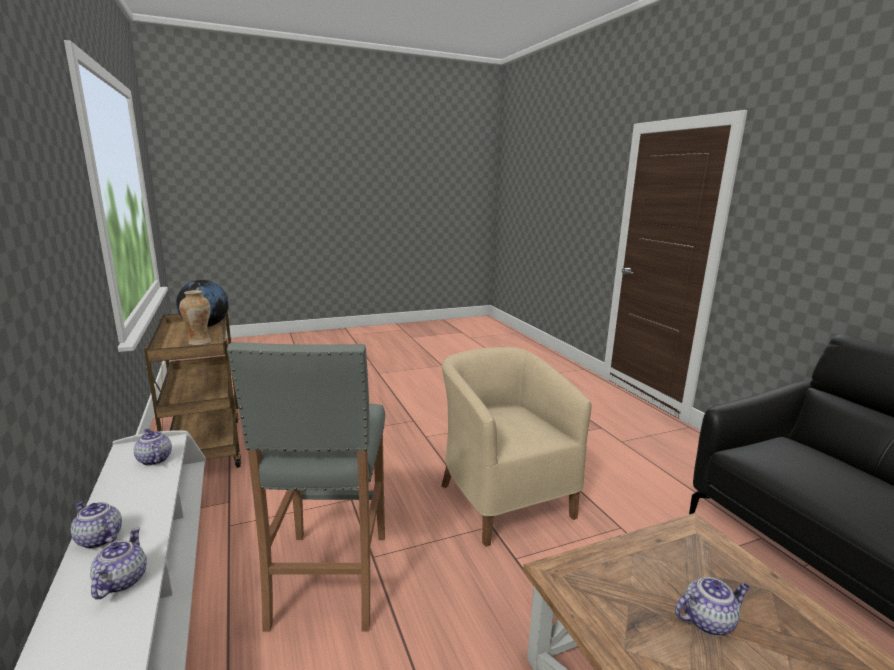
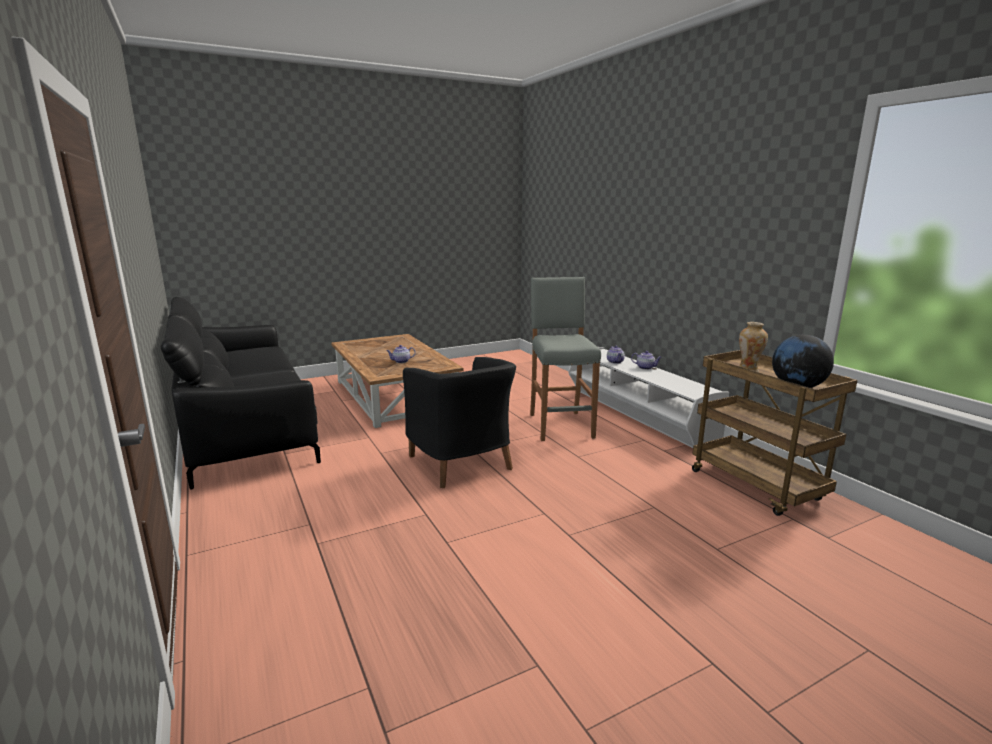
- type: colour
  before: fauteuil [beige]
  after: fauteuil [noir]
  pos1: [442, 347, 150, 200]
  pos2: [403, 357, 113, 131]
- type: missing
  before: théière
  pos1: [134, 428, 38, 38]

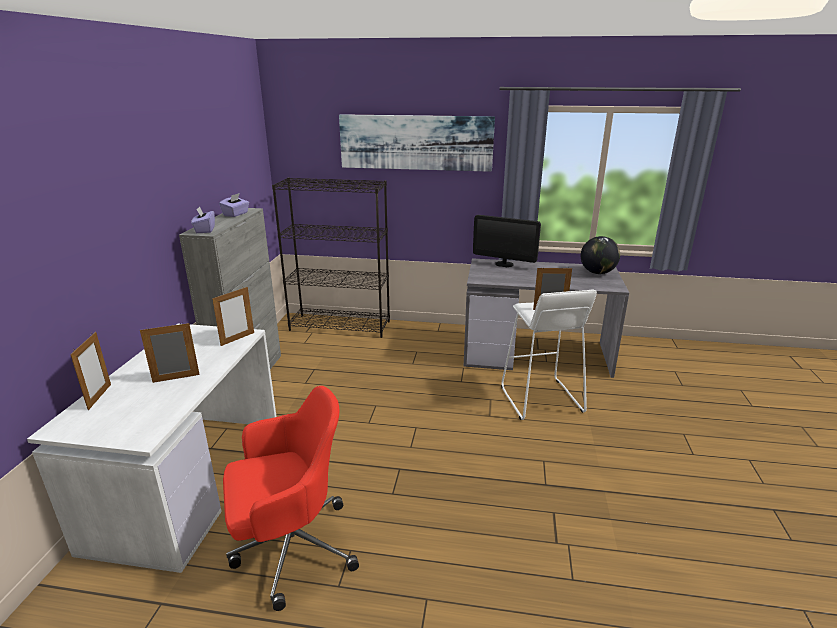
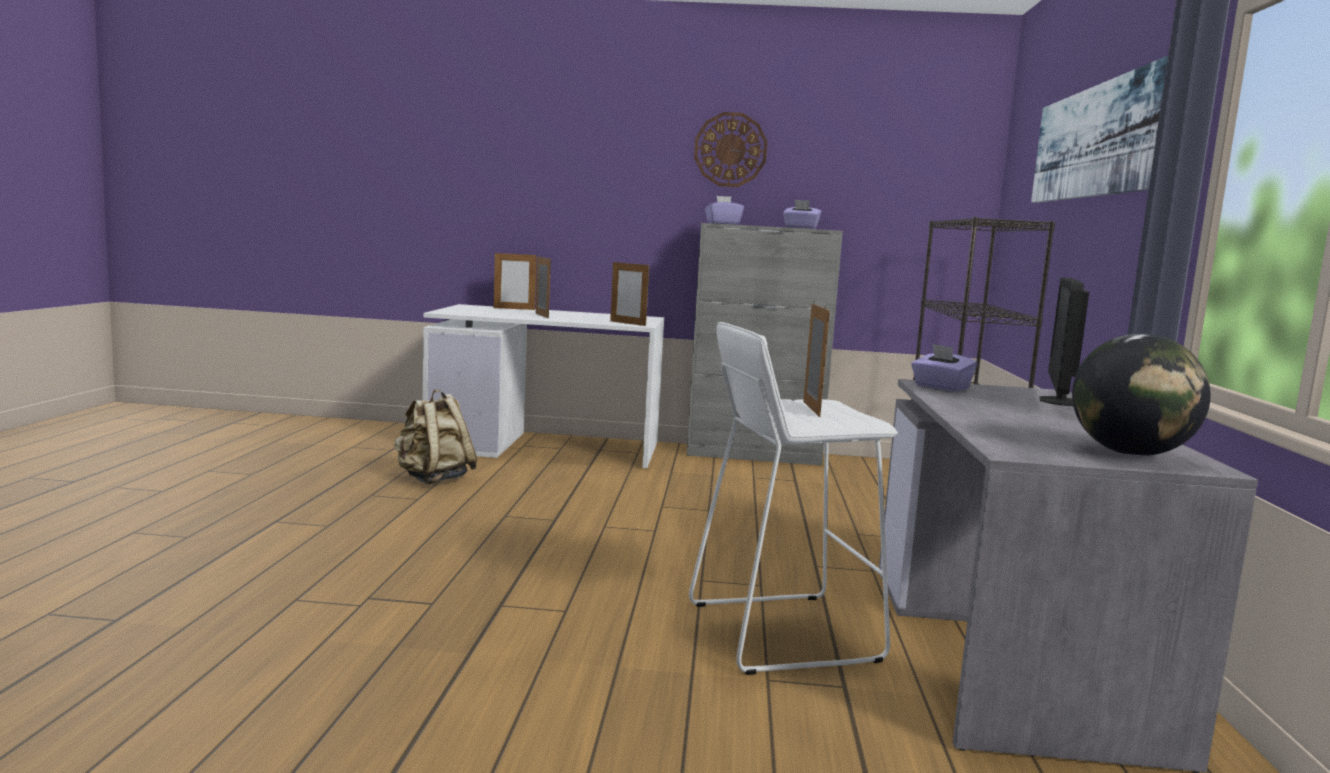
- type: exchanged
  before: chaise de bureau [rouge]
  after: sac à dos [beige]
  pos1: [223, 386, 136, 225]
  pos2: [394, 389, 83, 95]
- type: appeared
  after: horloge murale
  pos2: [694, 112, 74, 75]
- type: appeared
  after: boîte à mouchoirs [violet]
  pos2: [911, 344, 66, 47]

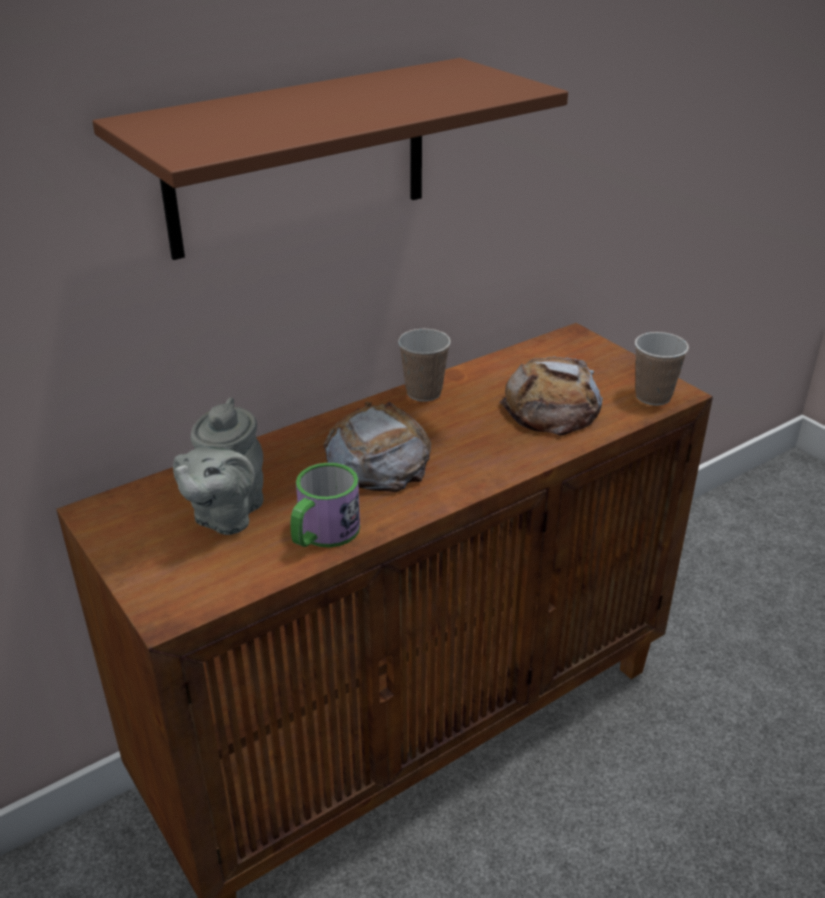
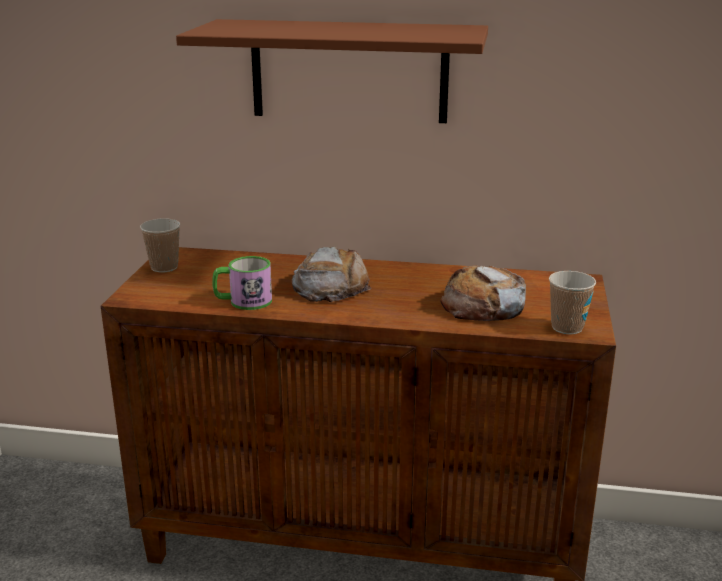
- type: relocated
  before: tasse
  pos1: [398, 329, 53, 73]
  pos2: [140, 218, 41, 54]
- type: missing
  before: théière [gris]
  pos1: [173, 398, 90, 137]

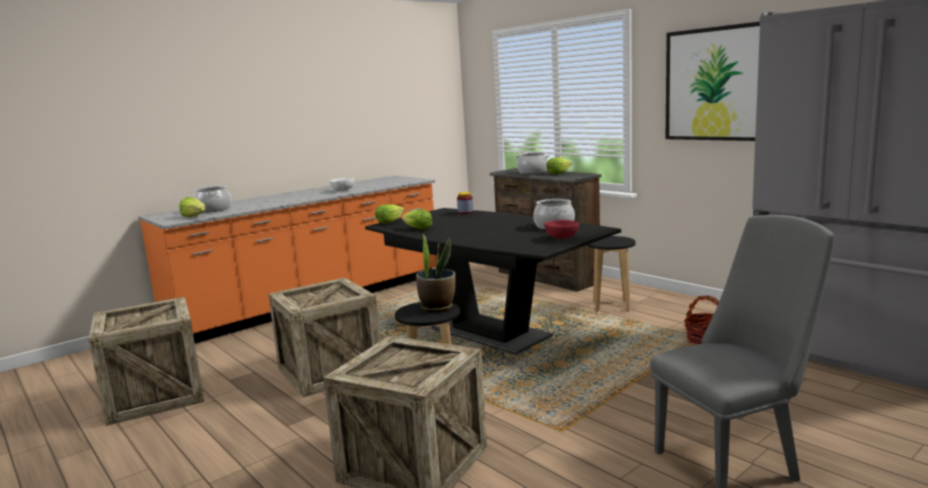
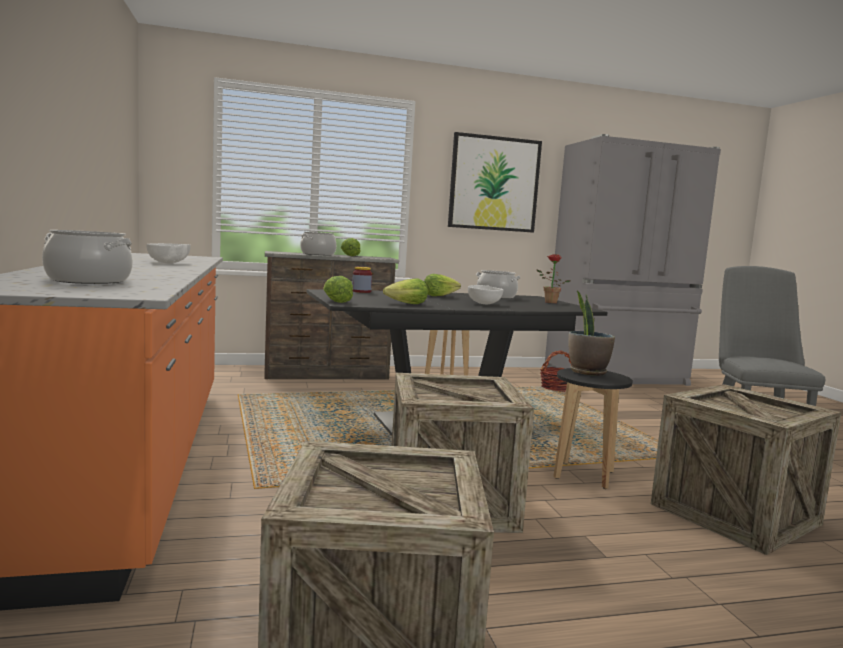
- type: relocated
  before: laitue
  pos1: [179, 197, 26, 20]
  pos2: [424, 274, 37, 22]
- type: exchanged
  before: bol [rouge]
  after: plante en pot
  pos1: [544, 220, 35, 19]
  pos2: [537, 254, 34, 49]
- type: appeared
  after: bol [blanc]
  pos2: [468, 285, 35, 19]

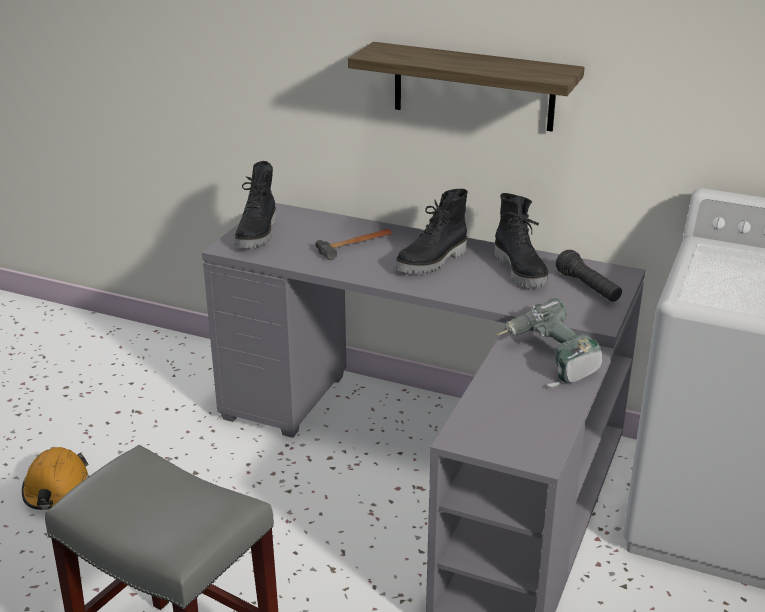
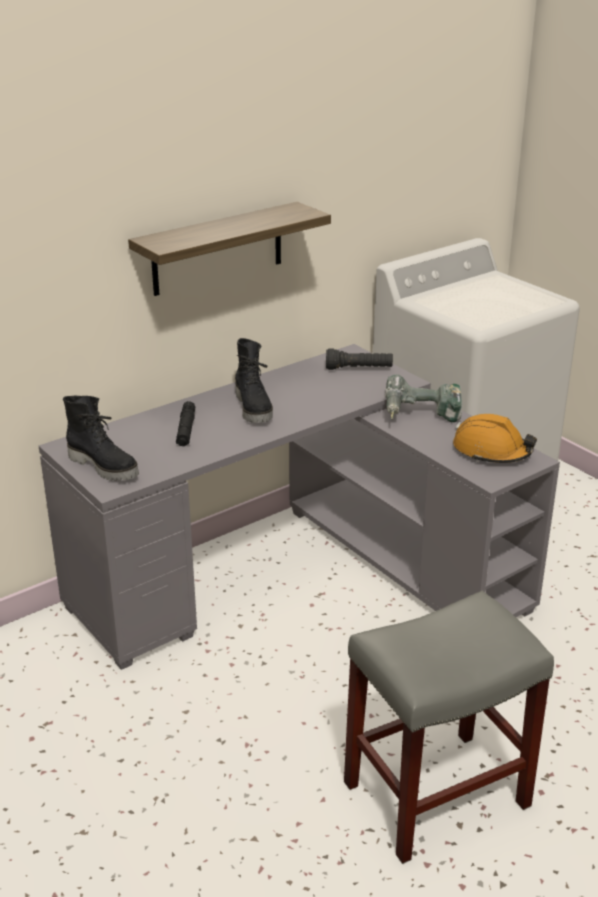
- type: missing
  before: botte [noir]
  pos1: [494, 193, 54, 94]
- type: exchanged
  before: marteau
  after: lampe de poche [noir]
  pos1: [316, 229, 77, 31]
  pos2: [176, 401, 19, 45]
- type: relocated
  before: casque de chantier [orange]
  pos1: [22, 447, 67, 63]
  pos2: [453, 414, 84, 49]

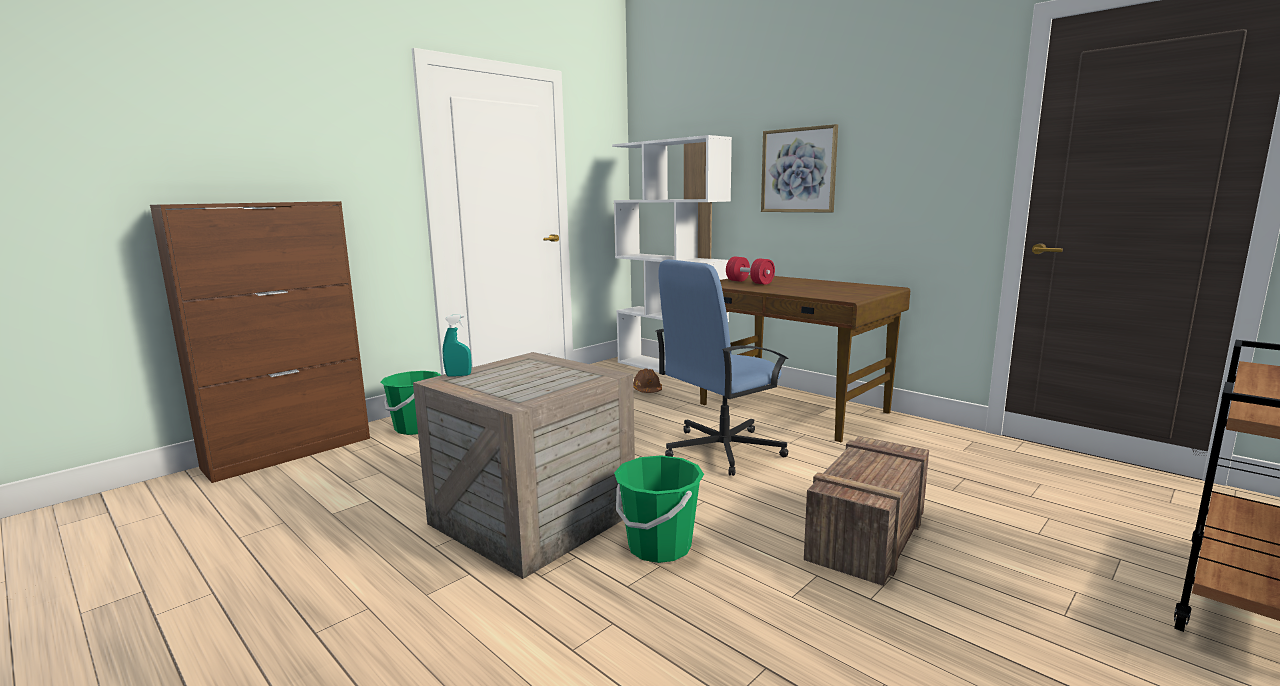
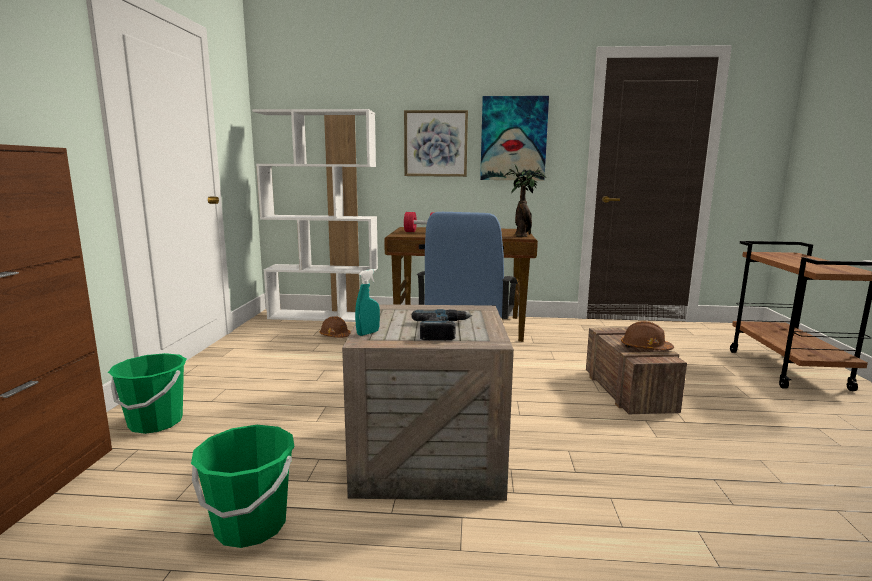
- type: relocated
  before: seau [vert]
  pos1: [614, 455, 90, 108]
  pos2: [191, 425, 103, 123]
- type: appeared
  after: tableau
  pos2: [480, 96, 69, 85]
- type: appeared
  after: plante en pot
  pos2: [503, 165, 43, 72]
- type: appeared
  after: perceuse
  pos2: [411, 309, 61, 31]
- type: appeared
  after: casque de chantier [marron]
  pos2: [621, 321, 53, 29]

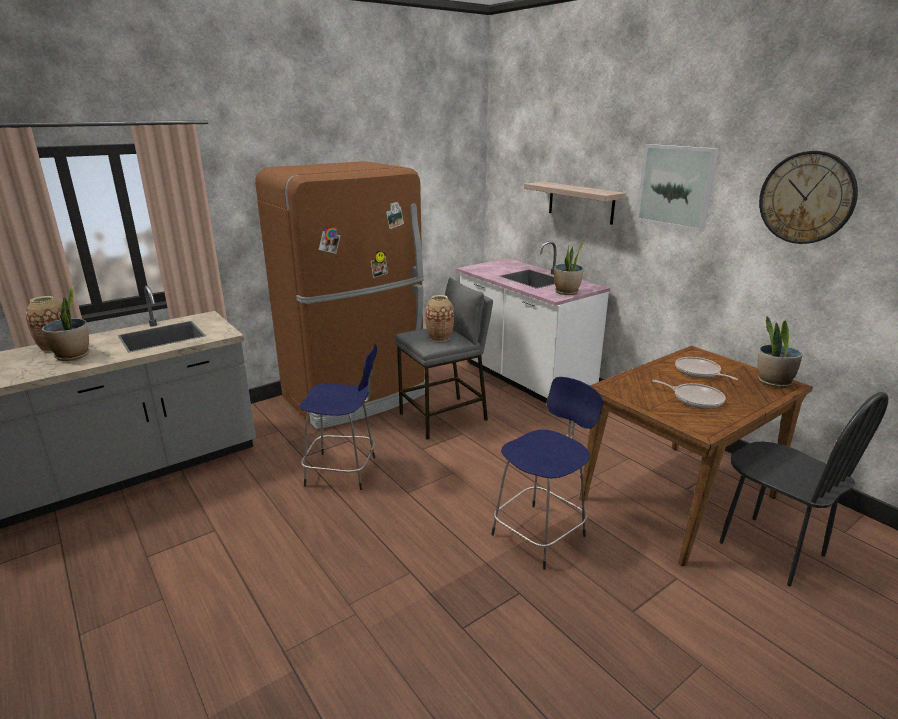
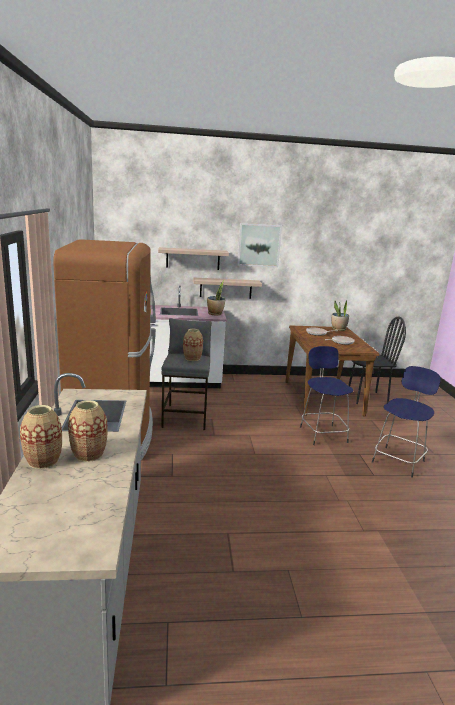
- type: missing
  before: horloge murale
  pos1: [759, 151, 99, 93]
- type: exchanged
  before: plante en pot
  after: vase
  pos1: [42, 285, 47, 76]
  pos2: [68, 400, 40, 62]
- type: relocated
  before: tabouret [bleu]
  pos1: [300, 345, 77, 145]
  pos2: [372, 366, 69, 112]
- type: appeared
  after: étagère
  pos2: [193, 278, 69, 21]

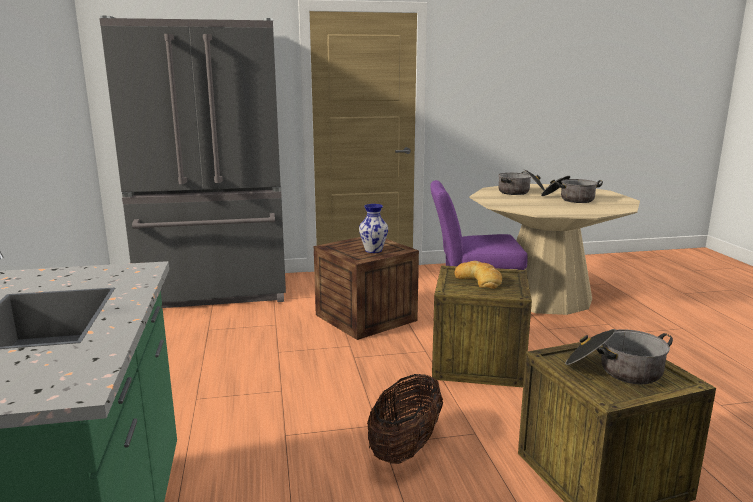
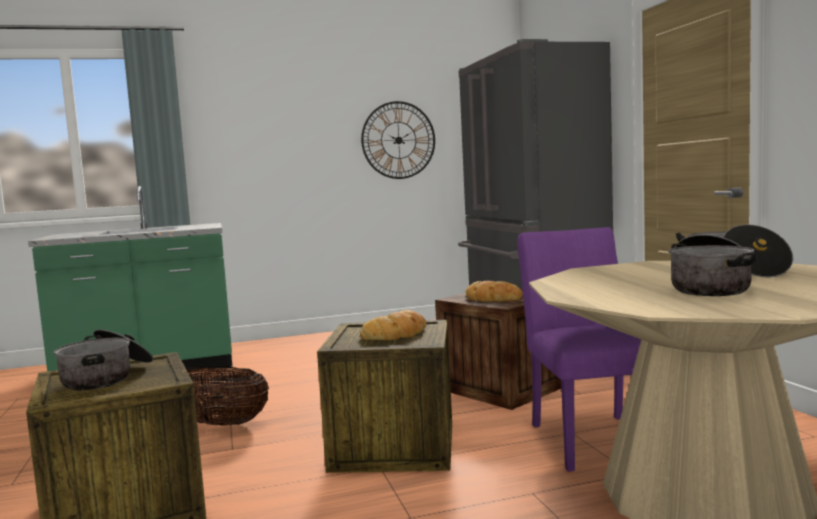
- type: exchanged
  before: vase
  after: pain
  pos1: [359, 204, 29, 49]
  pos2: [466, 281, 57, 21]
- type: appeared
  after: horloge murale
  pos2: [361, 101, 74, 78]

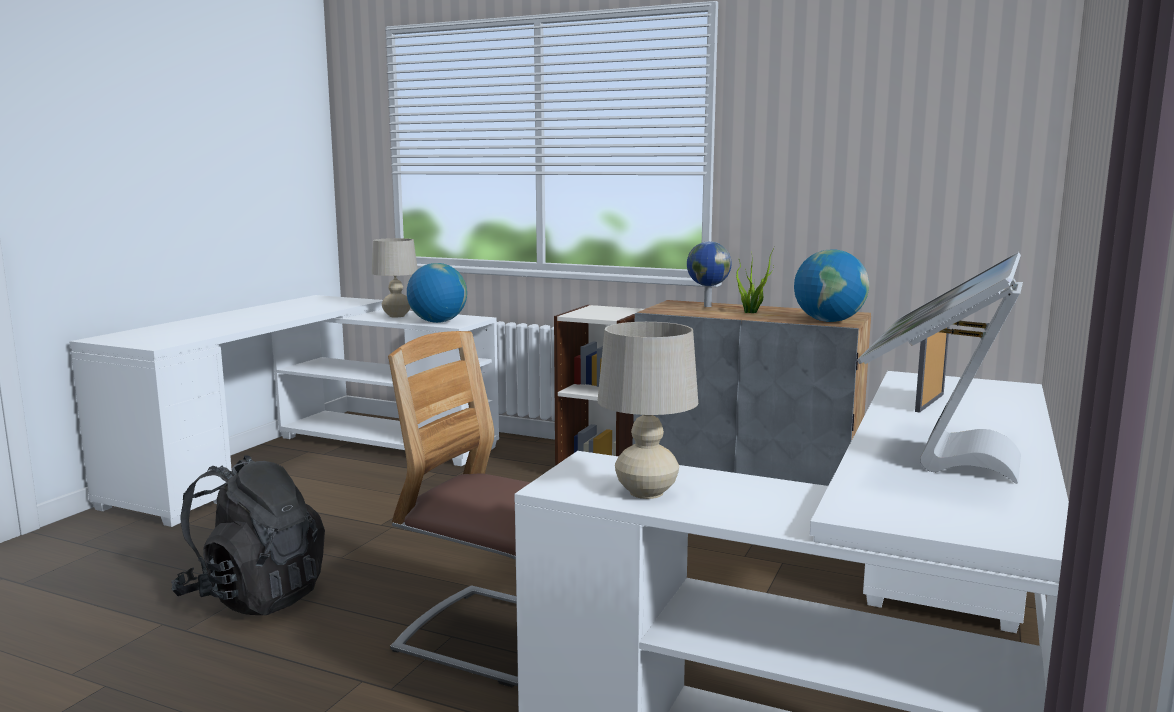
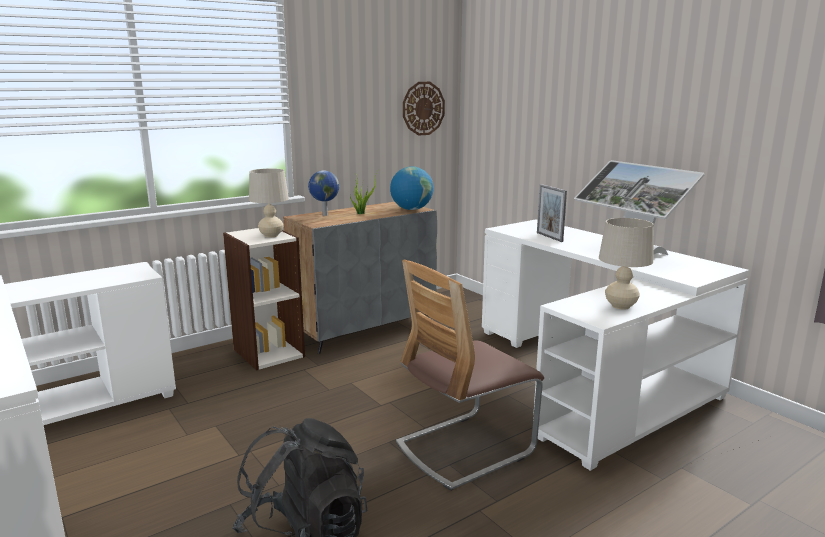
- type: relocated
  before: lampe de table [beige]
  pos1: [372, 238, 46, 79]
  pos2: [249, 169, 40, 69]
- type: missing
  before: globe
  pos1: [407, 263, 60, 60]
- type: appeared
  after: horloge murale
  pos2: [403, 82, 42, 54]

